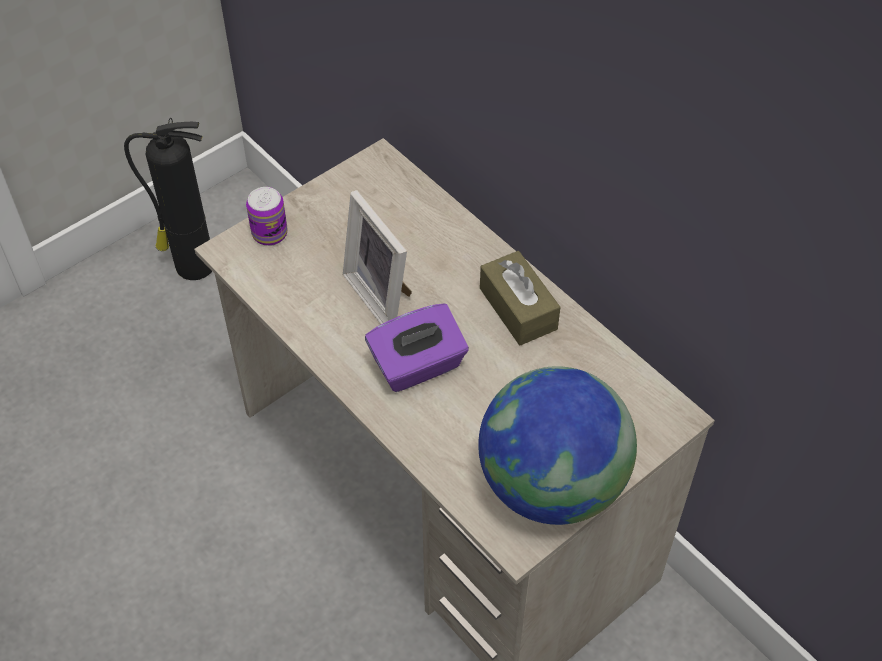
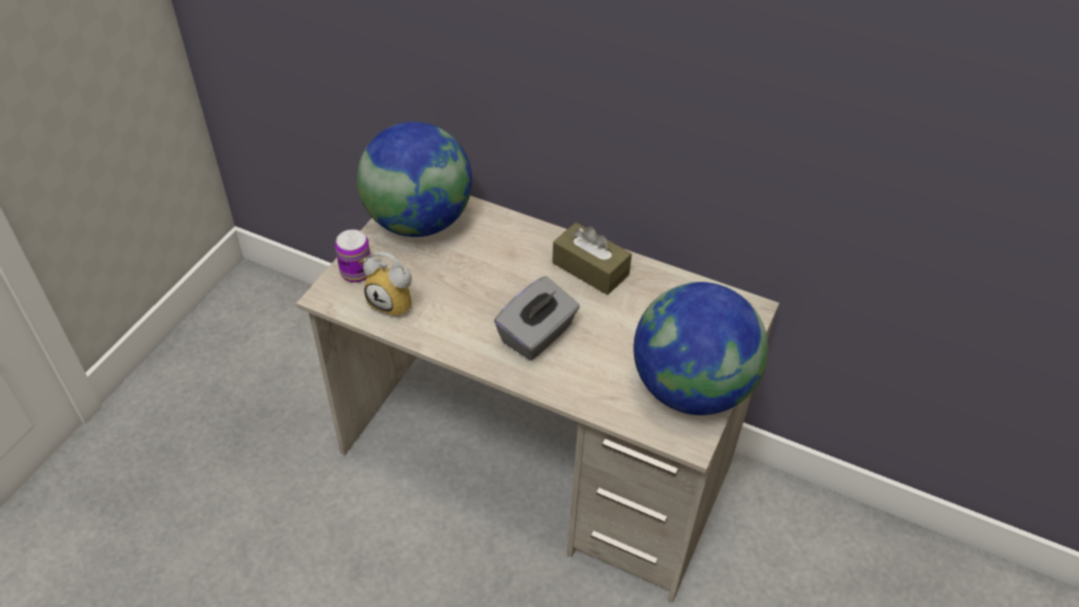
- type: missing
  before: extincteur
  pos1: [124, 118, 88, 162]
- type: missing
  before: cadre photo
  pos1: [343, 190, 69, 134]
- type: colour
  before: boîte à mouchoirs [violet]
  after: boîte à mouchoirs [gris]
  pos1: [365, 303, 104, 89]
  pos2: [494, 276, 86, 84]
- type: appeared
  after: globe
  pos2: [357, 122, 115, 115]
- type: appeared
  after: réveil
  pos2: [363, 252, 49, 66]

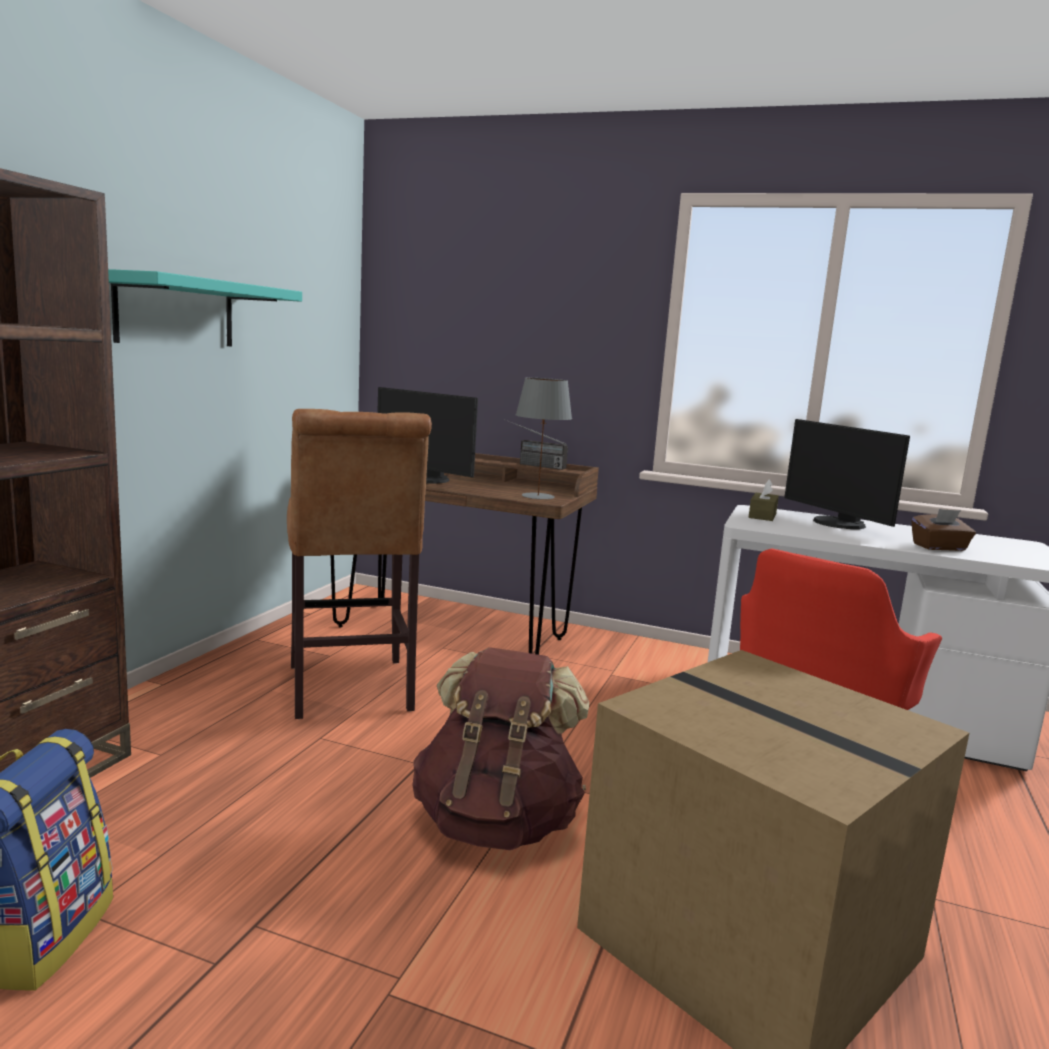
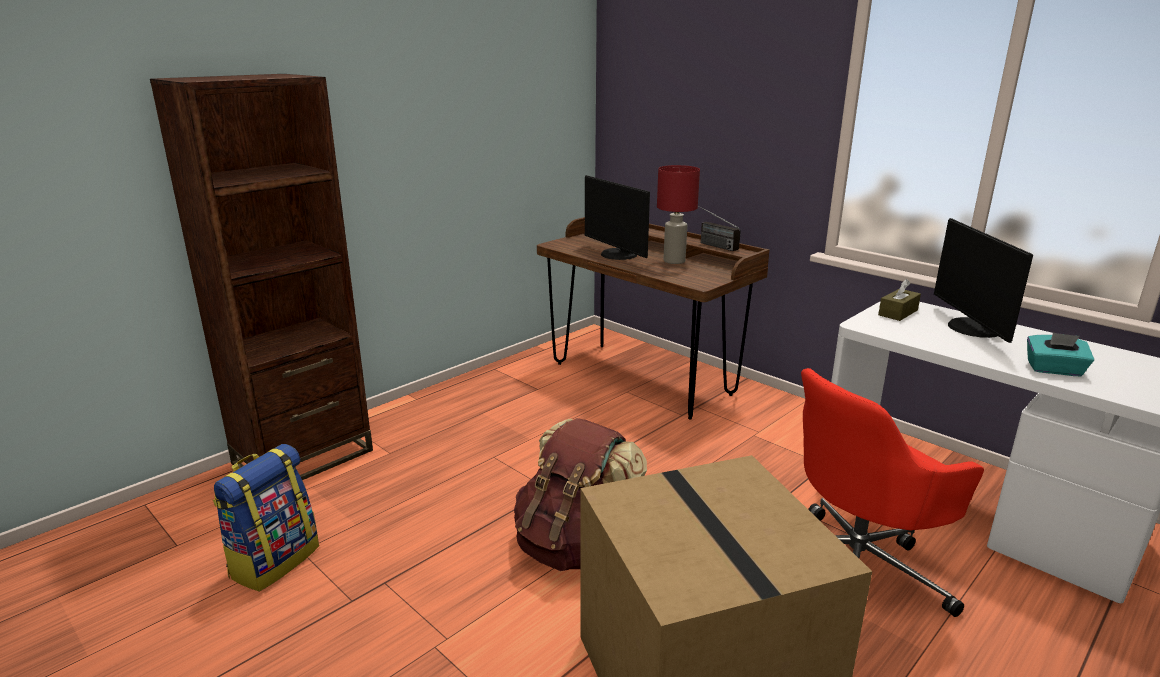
- type: missing
  before: étagère [turquoise]
  pos1: [108, 269, 194, 77]
- type: missing
  before: lampe de table [gris]
  pos1: [516, 378, 56, 121]
- type: missing
  before: tabouret [marron]
  pos1: [287, 409, 145, 310]
- type: colour
  before: boîte à mouchoirs [marron]
  after: boîte à mouchoirs [turquoise]
  pos1: [911, 509, 65, 42]
  pos2: [1027, 332, 67, 44]
- type: appeared
  after: lampe de table [rouge]
  pos2: [657, 165, 43, 99]

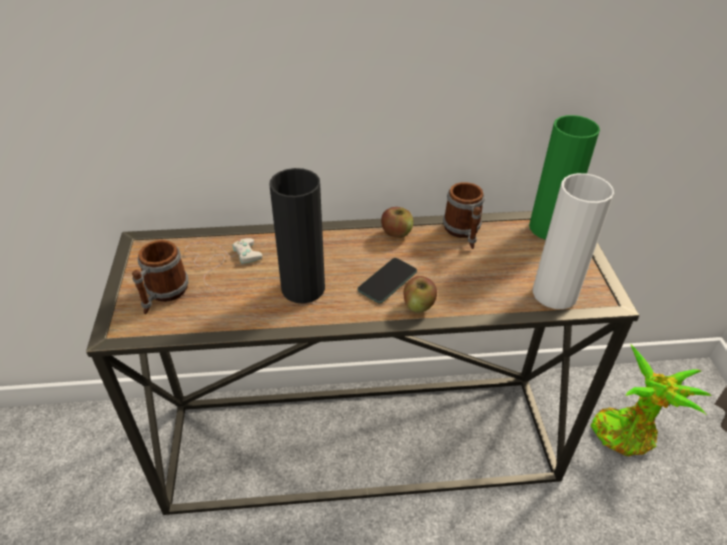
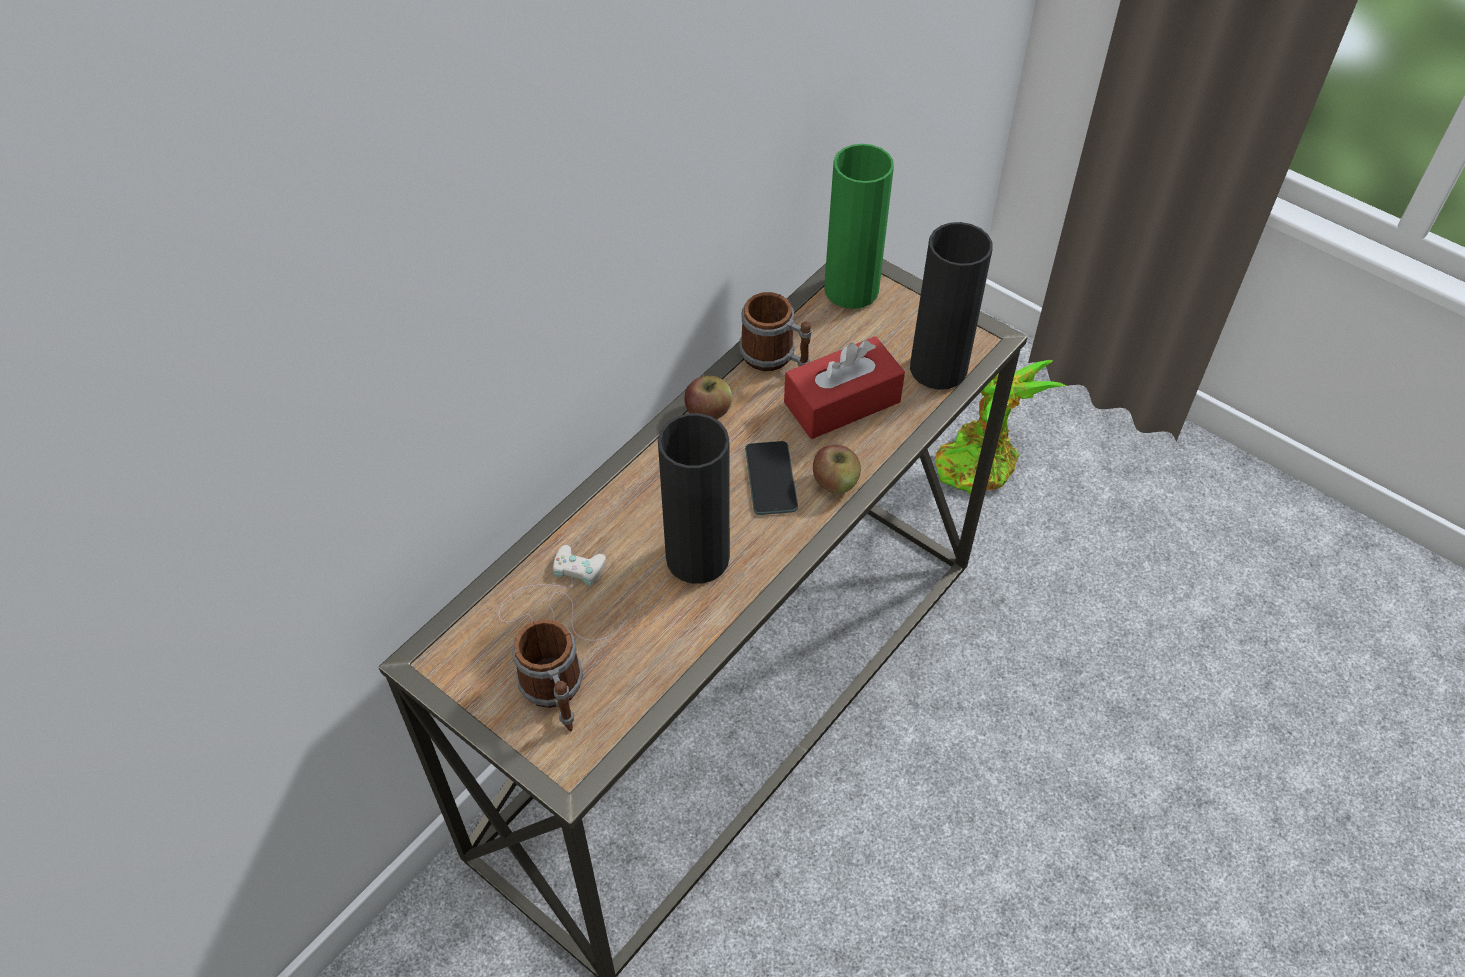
- type: colour
  before: vase [blanc]
  after: vase [noir]
  pos1: [533, 173, 81, 136]
  pos2: [910, 222, 82, 168]
- type: appeared
  after: boîte à mouchoirs [rouge]
  pos2: [784, 336, 121, 103]

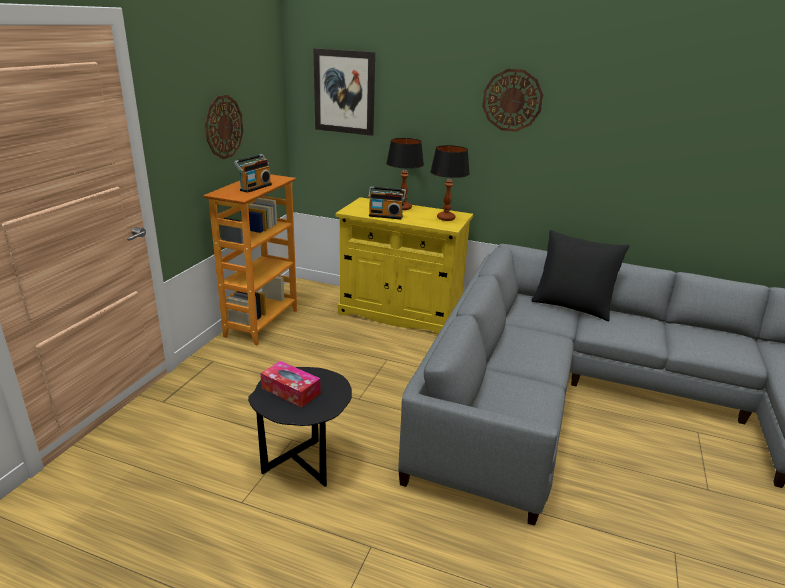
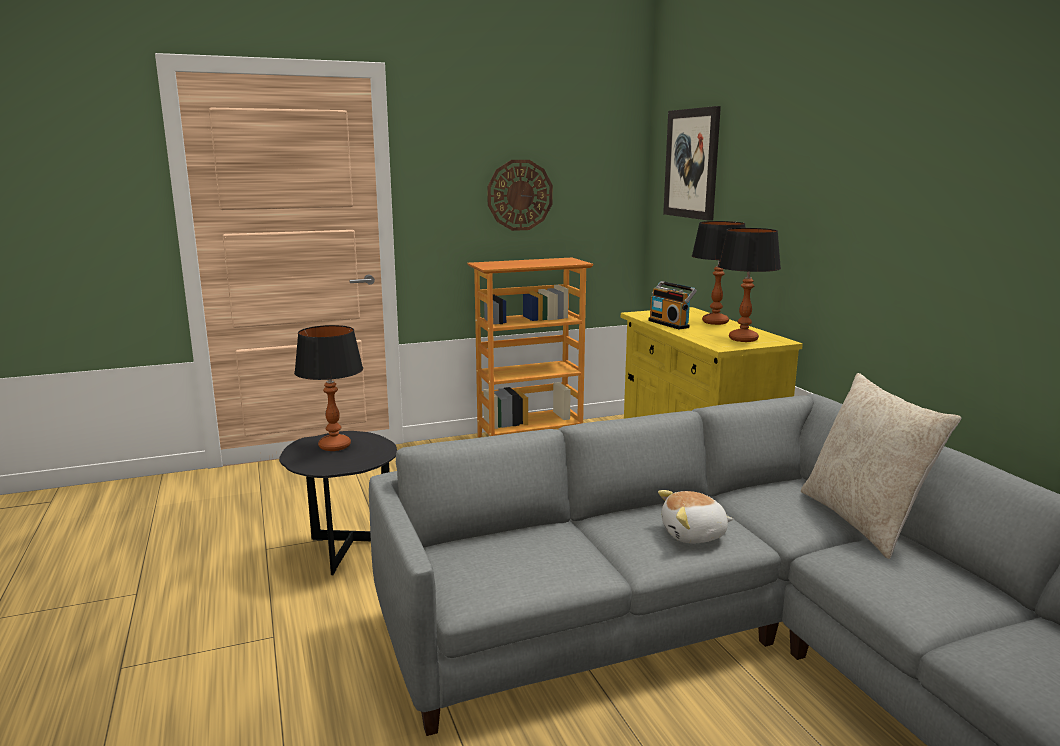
- type: missing
  before: horloge murale
  pos1: [482, 69, 61, 63]
- type: missing
  before: radio
  pos1: [234, 154, 38, 39]
- type: colour
  before: coussin [noir]
  after: coussin [beige]
  pos1: [531, 230, 99, 91]
  pos2: [801, 373, 160, 186]
- type: exchanged
  before: boîte à mouchoirs
  after: lampe de table
  pos1: [260, 361, 61, 47]
  pos2: [294, 325, 69, 126]
- type: appeared
  after: peluche
  pos2: [658, 490, 75, 54]

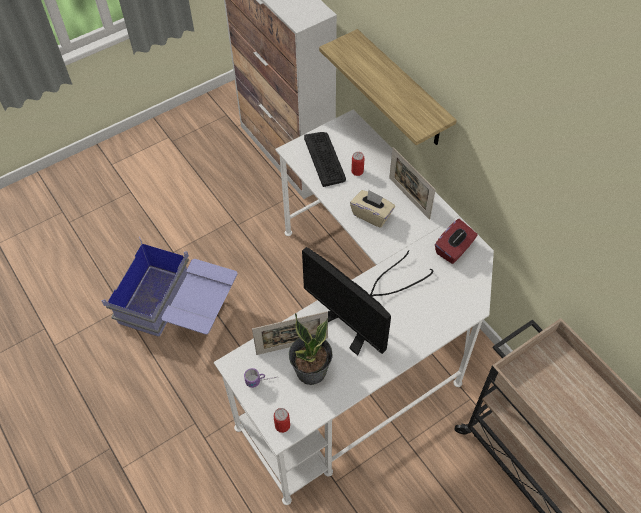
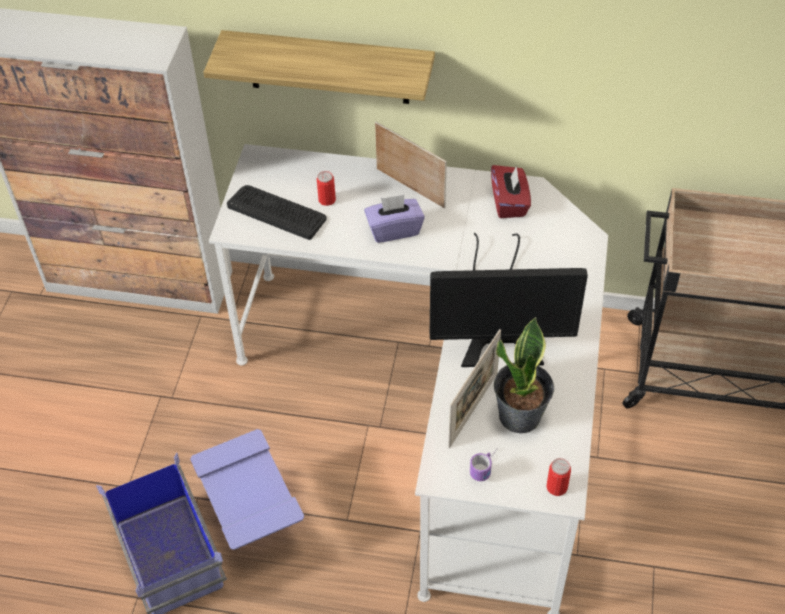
- type: spun
  before: cadre photo
  pos1: [389, 147, 47, 73]
  pos2: [375, 122, 72, 86]
  turn: -150
- type: colour
  before: boîte à mouchoirs [beige]
  after: boîte à mouchoirs [violet]
  pos1: [350, 190, 45, 38]
  pos2: [364, 195, 61, 48]

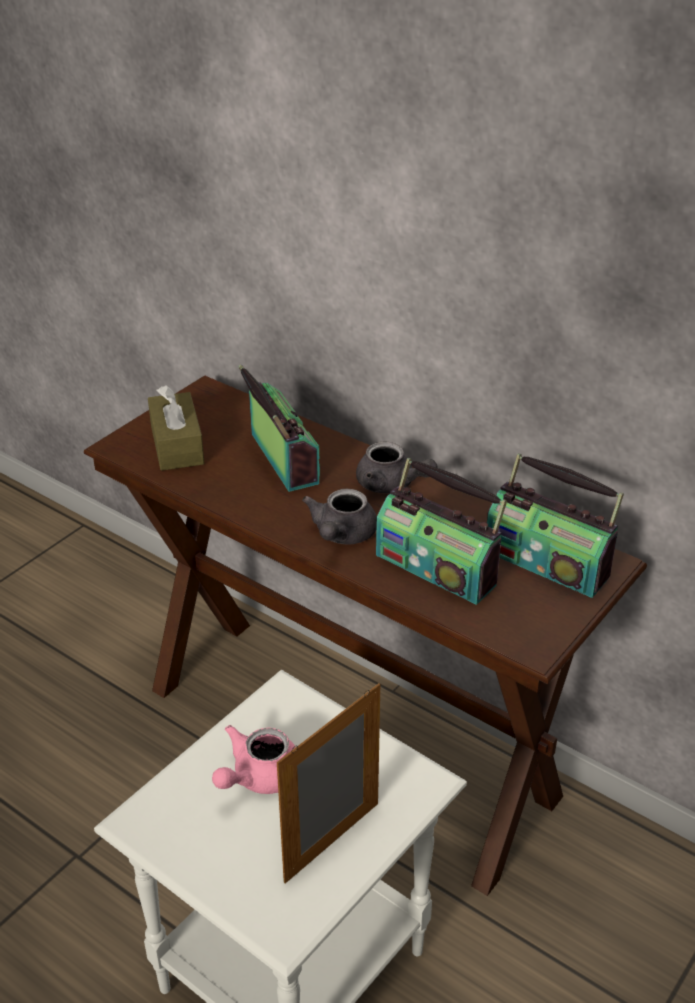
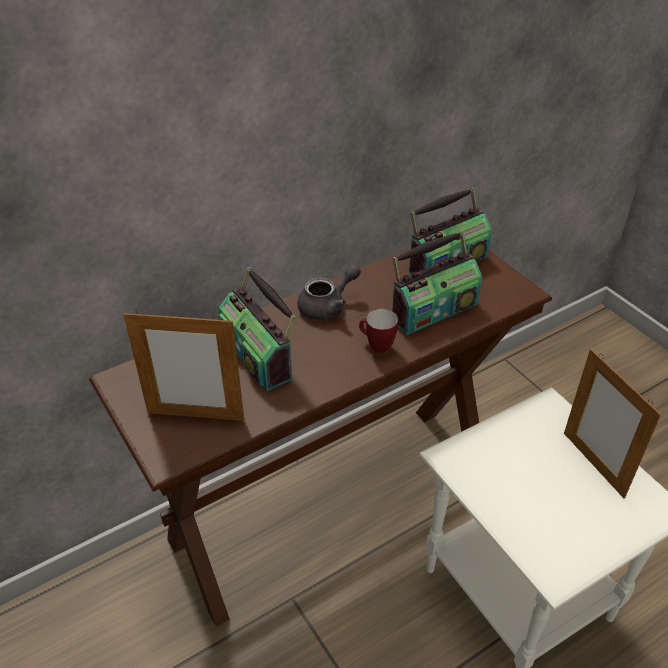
- type: spun
  before: radio
  pos1: [238, 365, 82, 127]
  pos2: [219, 267, 77, 124]
  turn: -120
- type: exchanged
  before: boîte à mouchoirs [marron]
  after: cadre photo
  pos1: [148, 385, 57, 86]
  pos2: [123, 310, 121, 111]
- type: exchanged
  before: théière [gris]
  after: mug
  pos1: [302, 489, 75, 55]
  pos2: [359, 309, 39, 44]
- type: missing
  before: théière [rose]
  pos1: [212, 725, 84, 69]

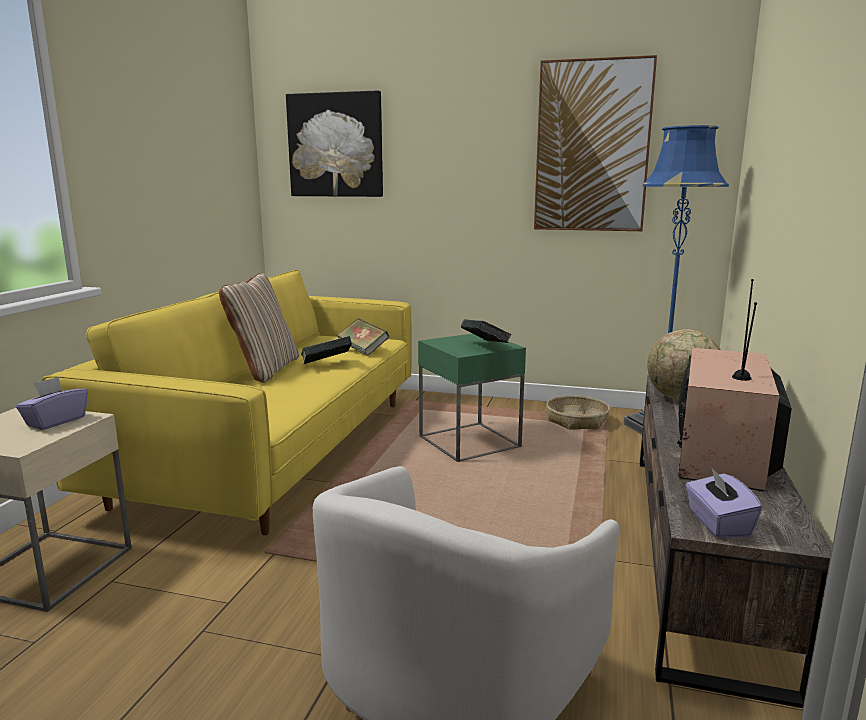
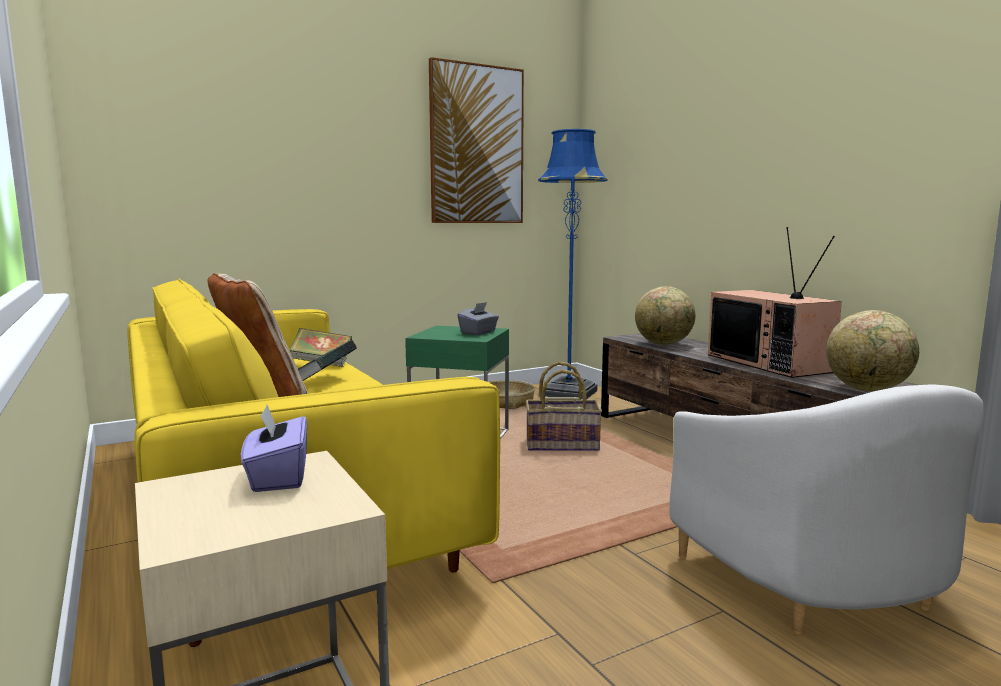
- type: missing
  before: tableau
  pos1: [286, 90, 97, 107]
- type: exchanged
  before: livre
  after: boîte à mouchoirs [gris]
  pos1: [461, 319, 51, 24]
  pos2: [457, 302, 42, 33]
- type: exchanged
  before: boîte à mouchoirs [violet]
  after: globe
  pos1: [686, 467, 77, 71]
  pos2: [826, 310, 93, 81]
- type: appeared
  after: panier
  pos2: [526, 361, 76, 90]

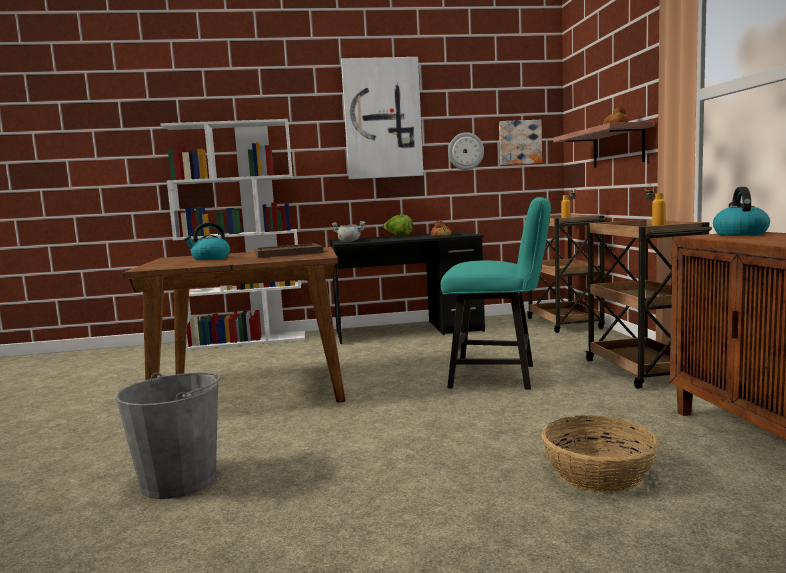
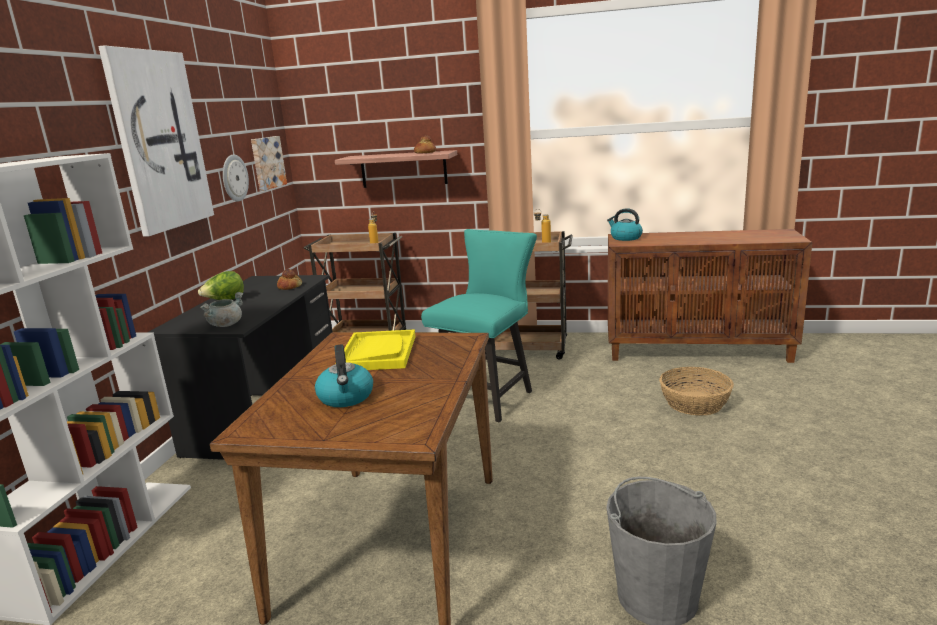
- type: colour
  before: plateau [marron]
  after: plateau [jaune]
  pos1: [254, 243, 70, 15]
  pos2: [335, 329, 81, 41]

